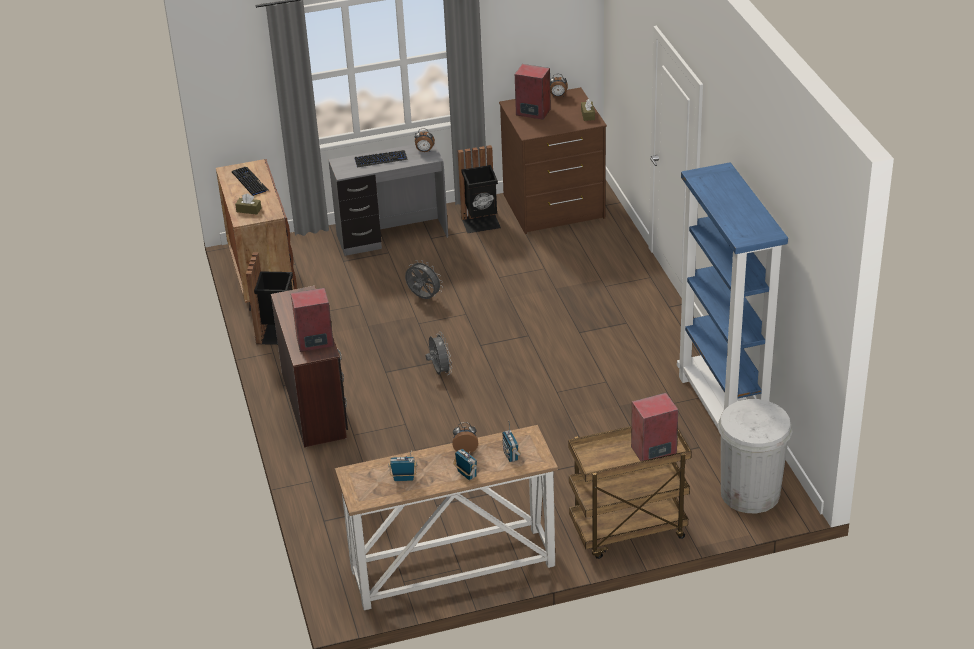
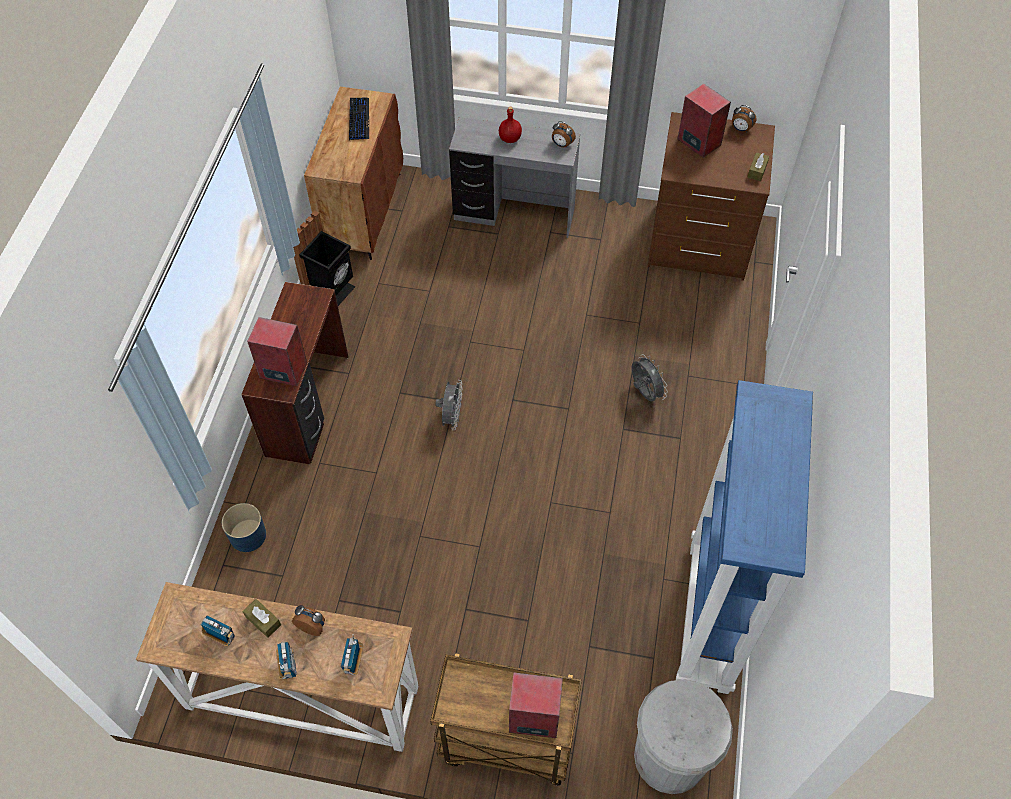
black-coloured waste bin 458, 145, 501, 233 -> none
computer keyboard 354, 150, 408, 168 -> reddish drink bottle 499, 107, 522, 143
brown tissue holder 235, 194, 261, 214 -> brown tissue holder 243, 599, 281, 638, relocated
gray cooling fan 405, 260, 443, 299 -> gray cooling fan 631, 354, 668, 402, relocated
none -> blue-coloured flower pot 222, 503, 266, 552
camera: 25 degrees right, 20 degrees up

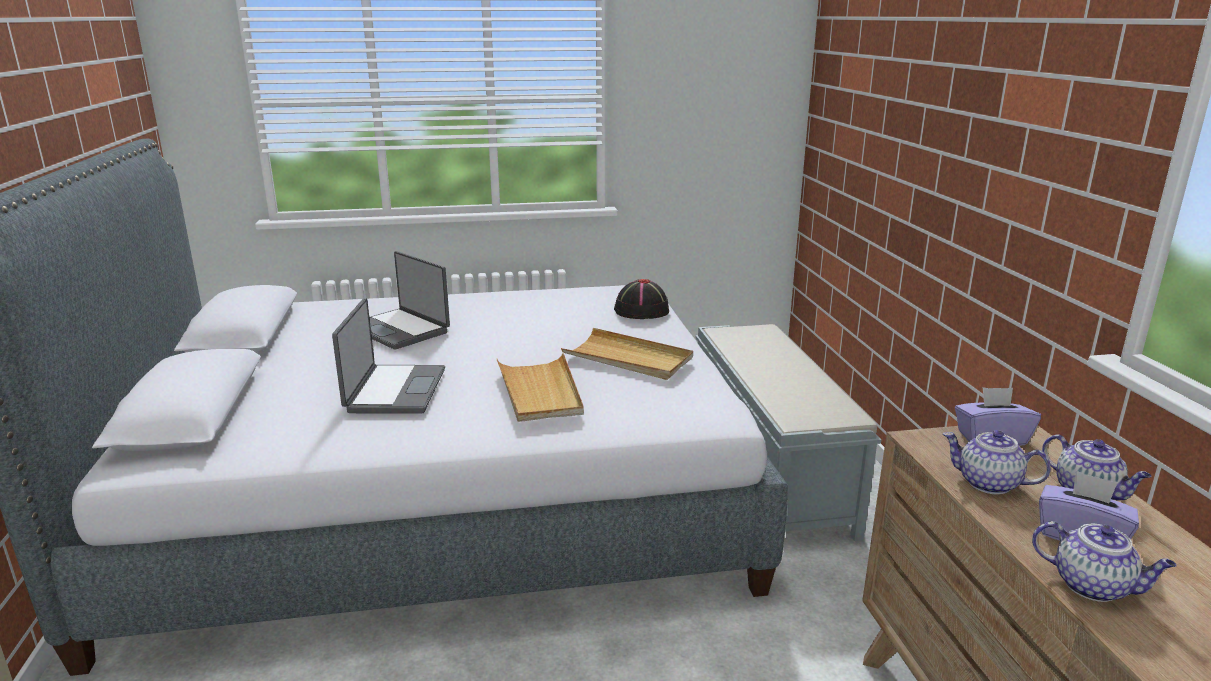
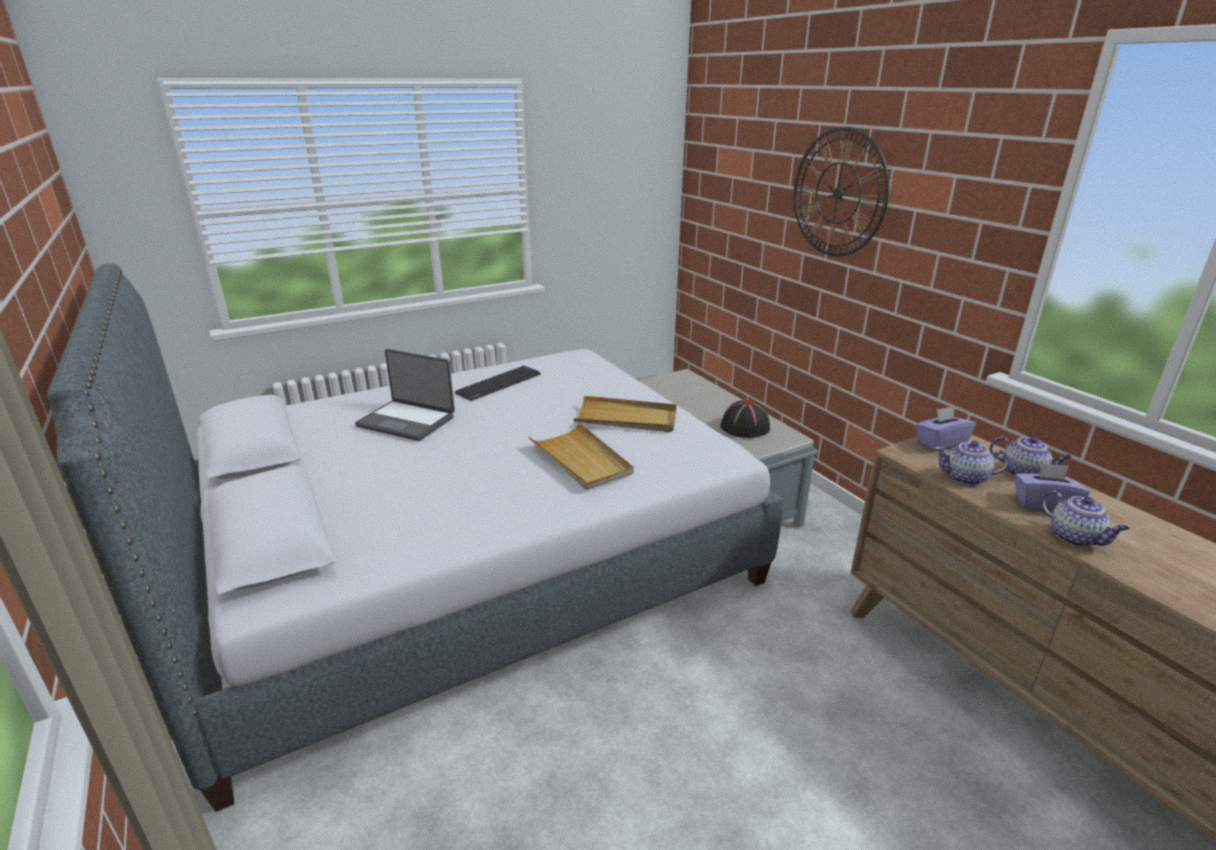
black-coloured wearable hat 614, 279, 669, 319 -> black-coloured wearable hat 720, 400, 770, 438, relocated
portable computer 332, 298, 445, 414 -> none
teapot 1032, 521, 1177, 602 -> teapot 1041, 490, 1130, 547, 45 degrees clockwise
none -> clock on the wall 794, 127, 889, 257
none -> computer keyboard 455, 366, 541, 401
camera: 20 degrees left, 5 degrees up

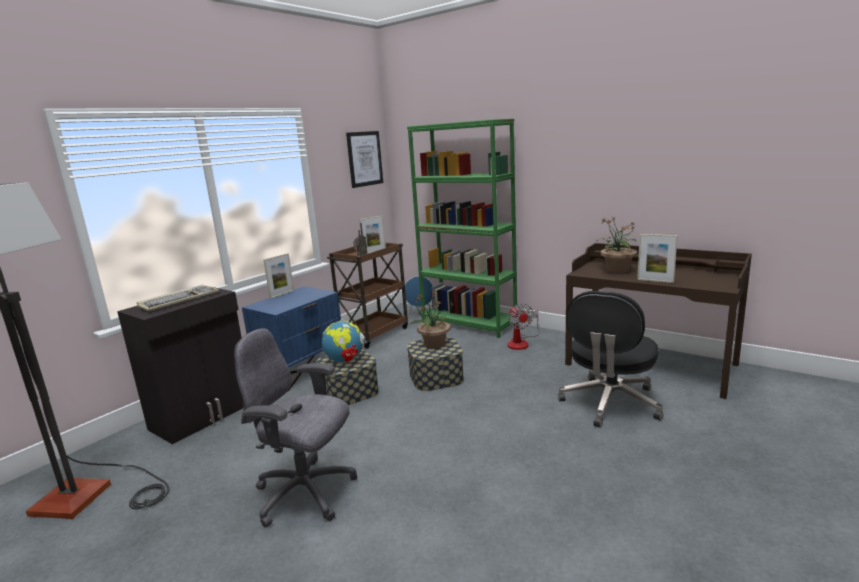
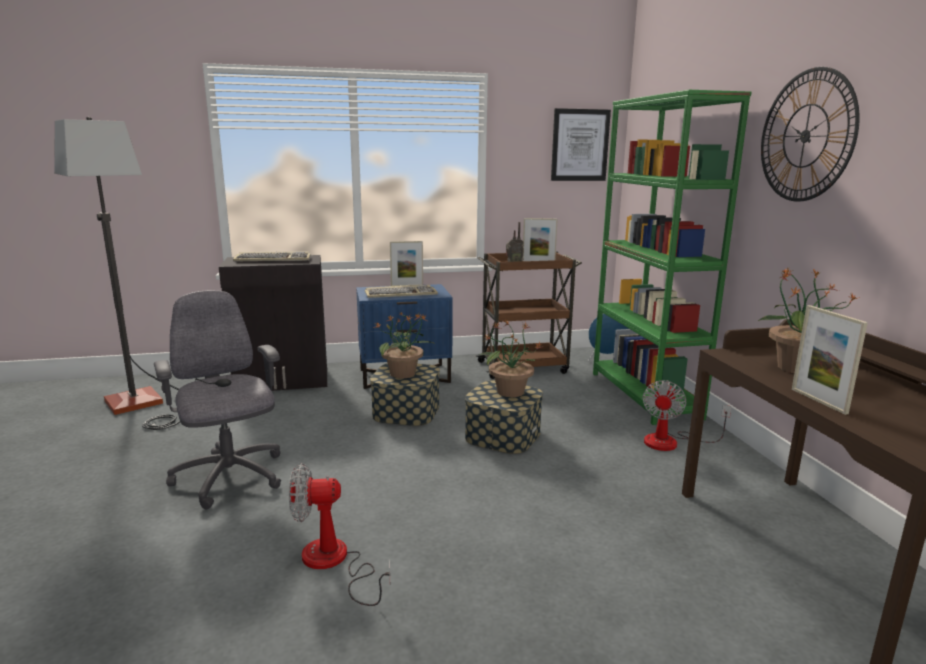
black-coloured computer chair 558, 291, 664, 428 -> none
desk globe 322, 319, 365, 363 -> plant in a pot 373, 312, 434, 378
none -> clock on the wall 761, 67, 860, 202
none -> computer keyboard 365, 285, 438, 298
none -> cooling fan 289, 463, 391, 606
camera: 40 degrees right, 0 degrees up

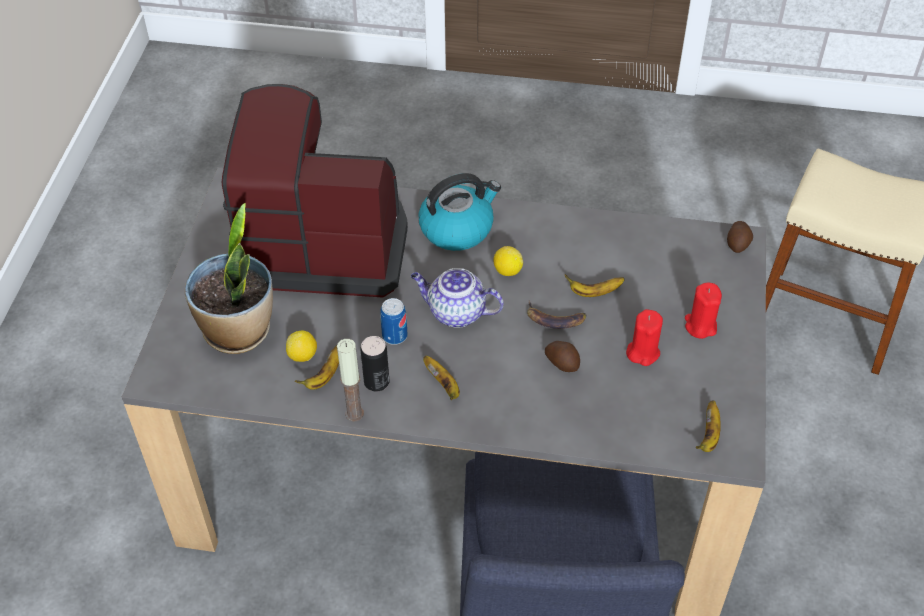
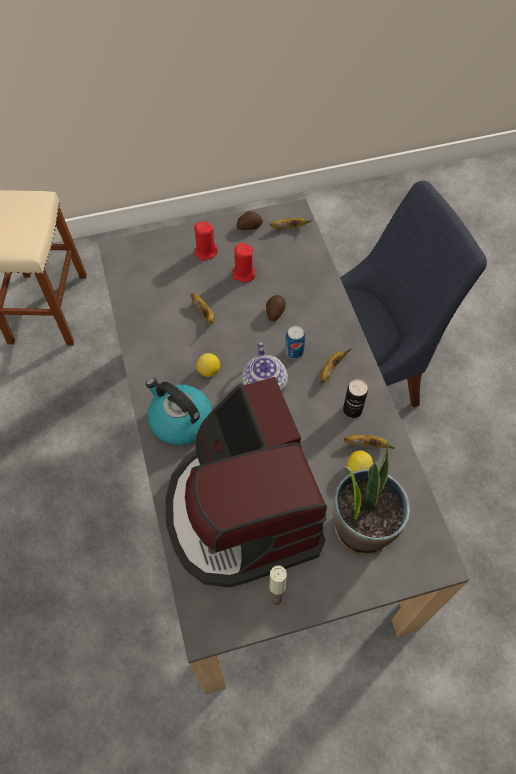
whole potato 727, 221, 753, 253 -> whole potato 237, 211, 263, 230, relocated
can 380, 298, 408, 345 -> can 285, 326, 305, 359, relocated
banana 527, 301, 587, 329 -> none
wax candle 337, 339, 364, 422 -> wax candle 268, 566, 287, 608, relocated
camera: 115 degrees left, 10 degrees up

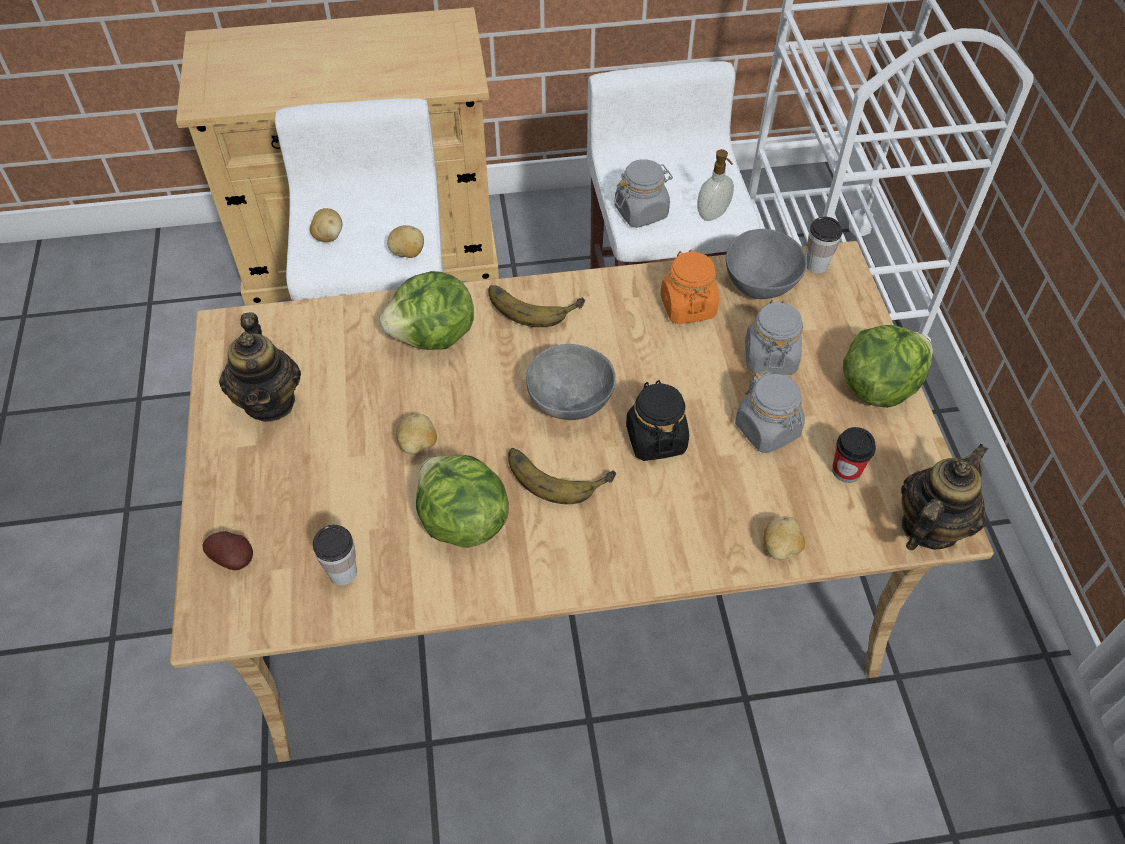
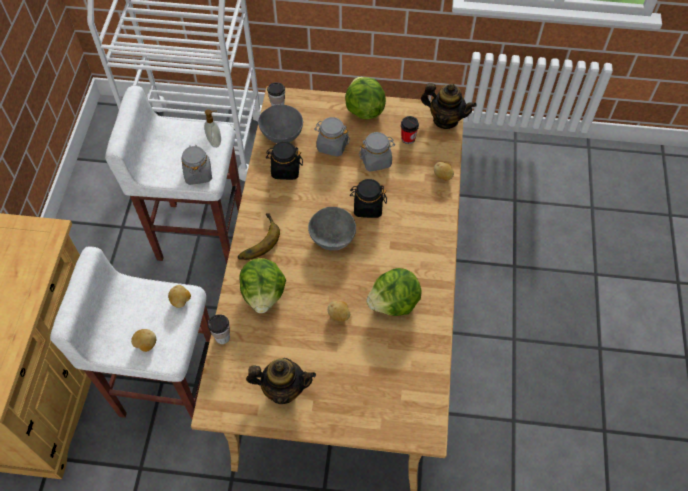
orangey storage jar 660, 250, 719, 324 -> black-coloured storage jar 266, 141, 303, 180
teapot 901, 443, 988, 550 -> teapot 421, 83, 477, 129, 150 degrees clockwise
banana 508, 448, 616, 504 -> none
drinking cup 313, 525, 357, 586 -> drinking cup 208, 314, 230, 344, relocated
whole potato 203, 531, 253, 570 -> none
camera: 75 degrees left, 5 degrees up

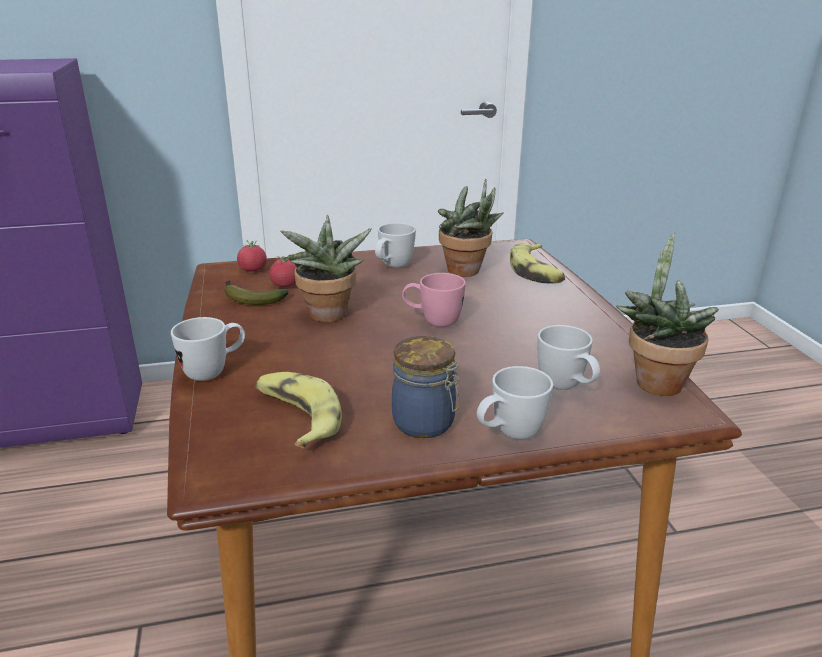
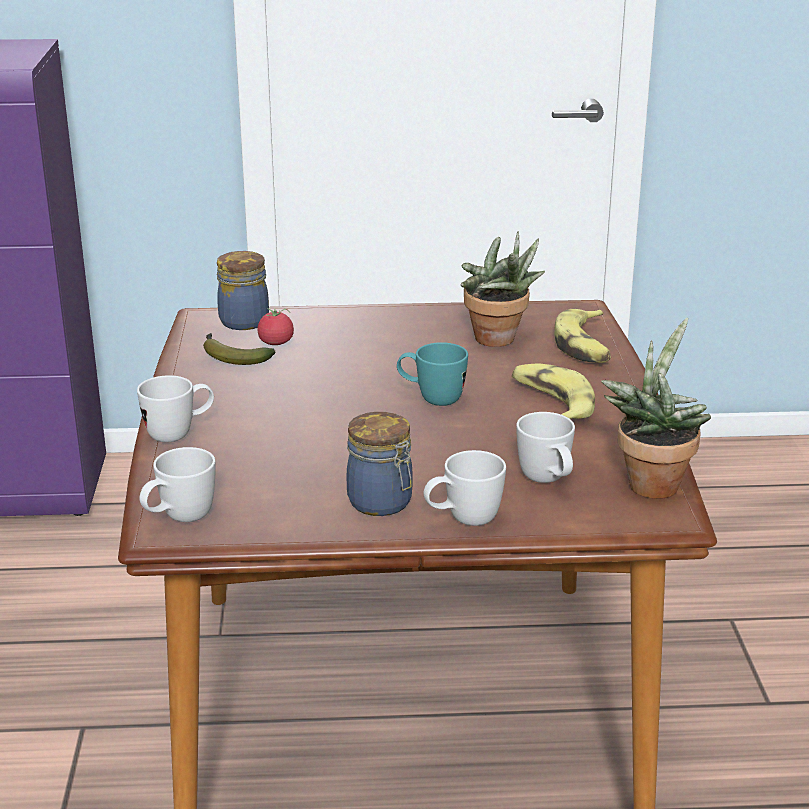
plant in a pot 280, 214, 372, 322 -> none
whitish mug 375, 223, 416, 268 -> whitish mug 139, 447, 216, 522, relocated
tomato 237, 239, 267, 272 -> storage jar 217, 251, 269, 330
pink-coloured mug 402, 273, 466, 327 -> turquoise-coloured mug 397, 342, 468, 406
banana 256, 372, 341, 448 -> banana 512, 364, 595, 419, relocated
camera: 10 degrees right, 0 degrees up

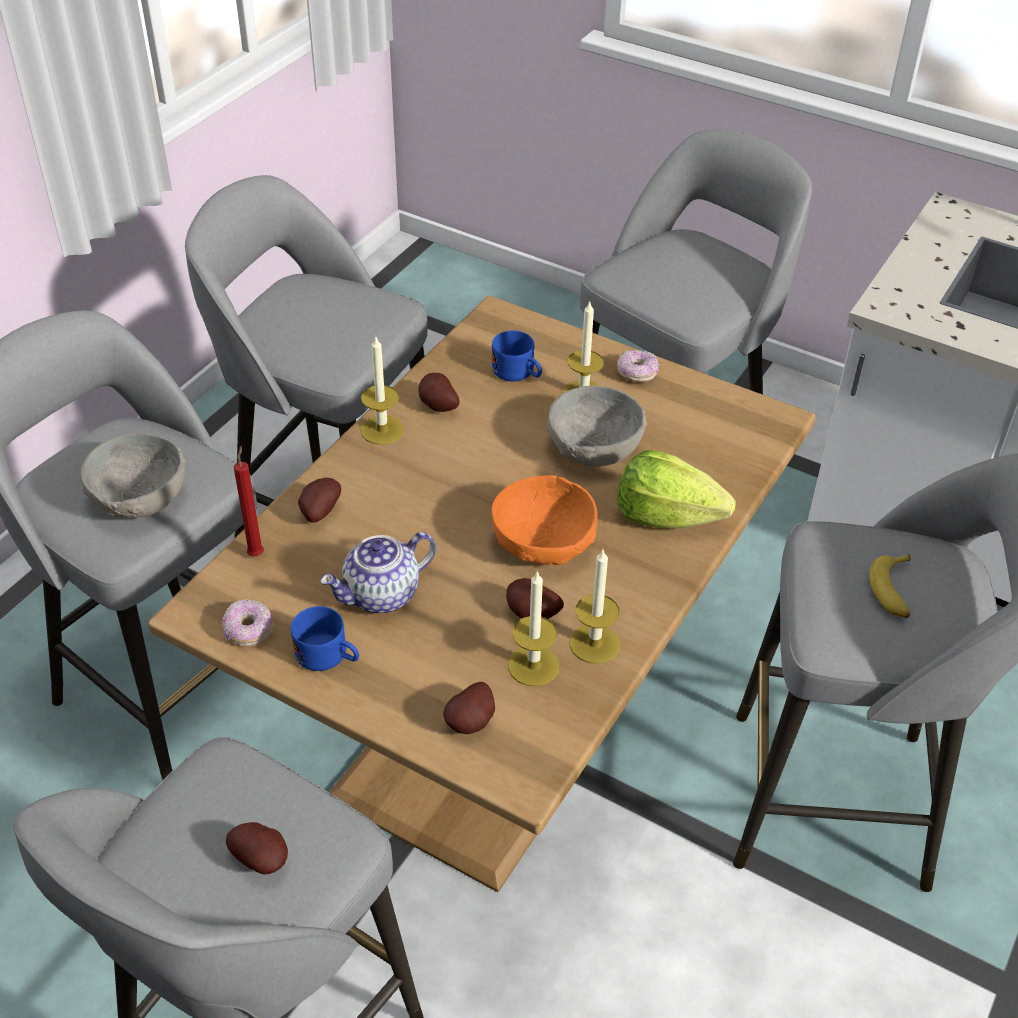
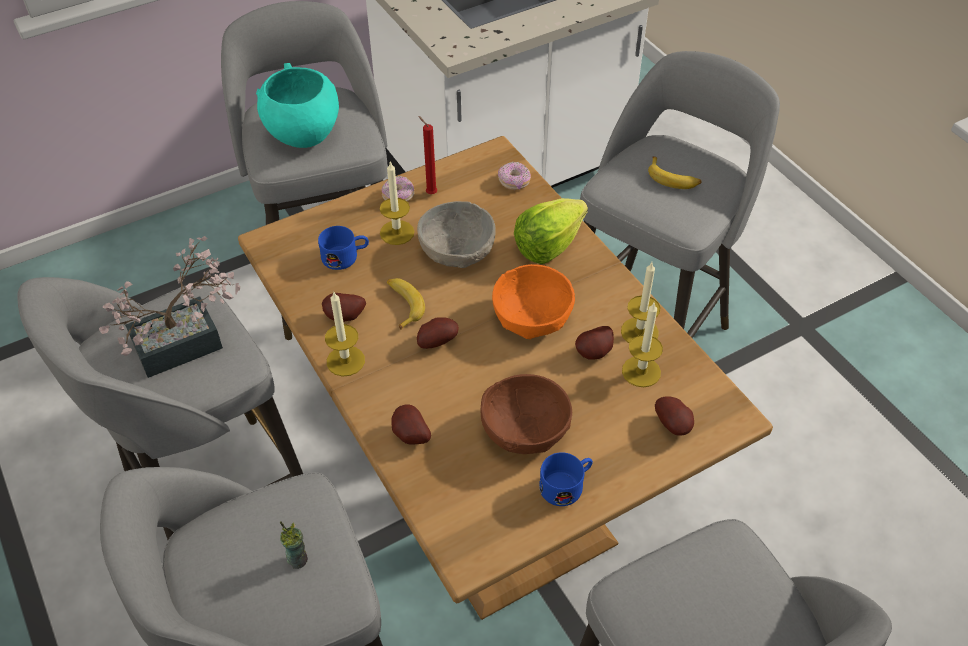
gray bowl 81, 433, 186, 518 -> drinking cup 280, 521, 308, 569
reddish wax candle 234, 445, 264, 557 -> reddish wax candle 418, 116, 437, 194, relocated
teapot 320, 532, 436, 613 -> brown bowl 481, 374, 572, 454
ring doughnut 222, 599, 273, 646 -> ring doughnut 498, 162, 531, 190, relocated
whole potato 226, 822, 288, 874 -> whole potato 417, 317, 459, 349, relocated
none -> turquoise-coloured bowl 256, 63, 339, 148
none -> plant in a pot 99, 236, 240, 378
none -> banana 387, 278, 425, 330
camera: 60 degrees left, 5 degrees up

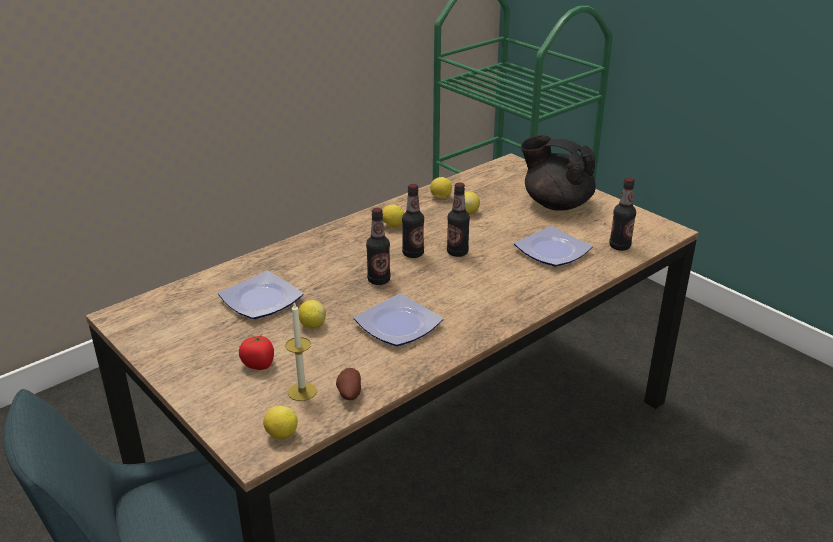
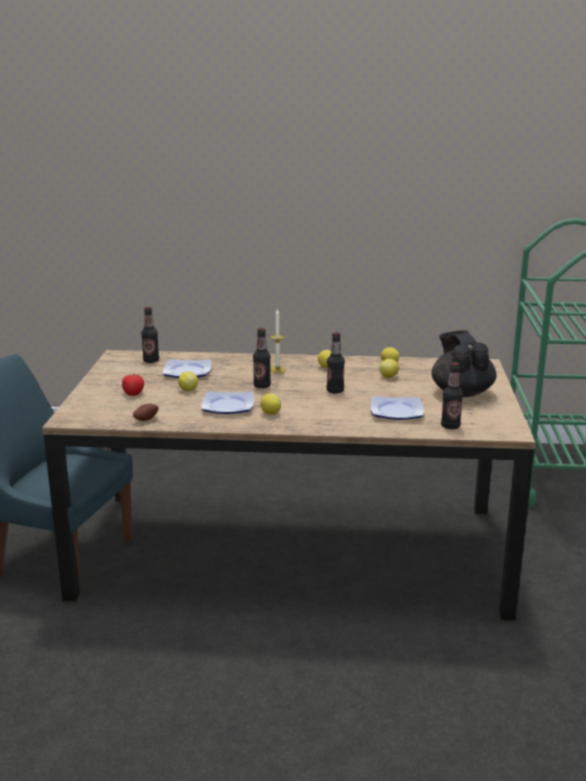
drink bottle 402, 184, 424, 258 -> drink bottle 141, 307, 159, 363, relocated
wax candle 285, 302, 317, 401 -> wax candle 270, 309, 286, 373, relocated
lemon 263, 406, 298, 440 -> lemon 260, 393, 281, 415, relocated
camera: 45 degrees right, 10 degrees down

